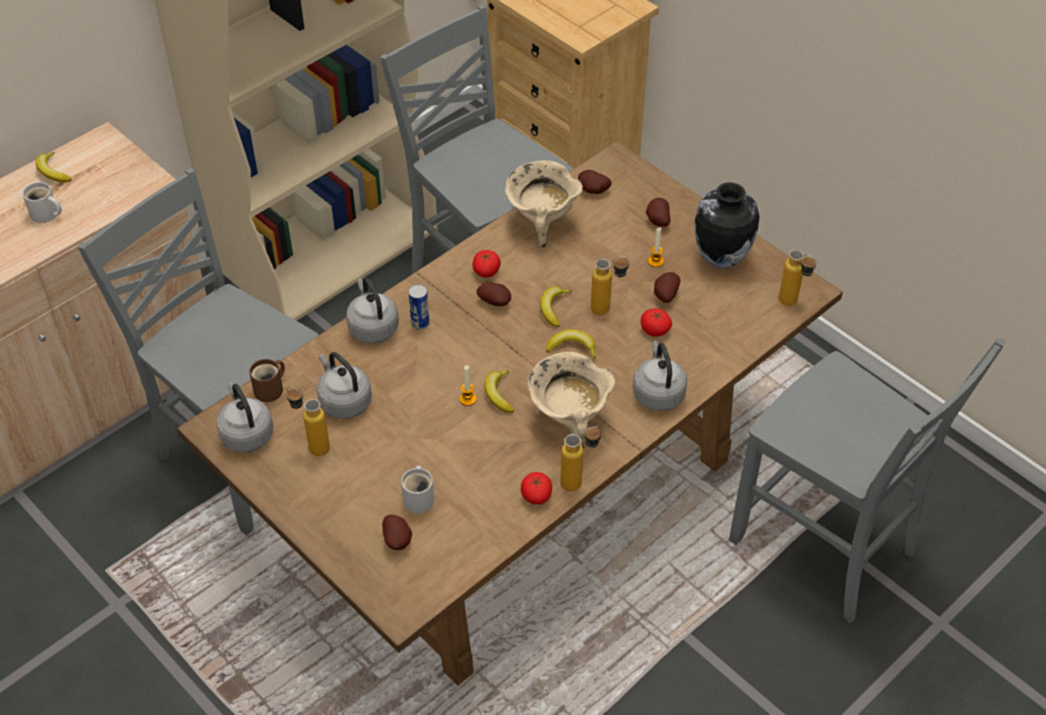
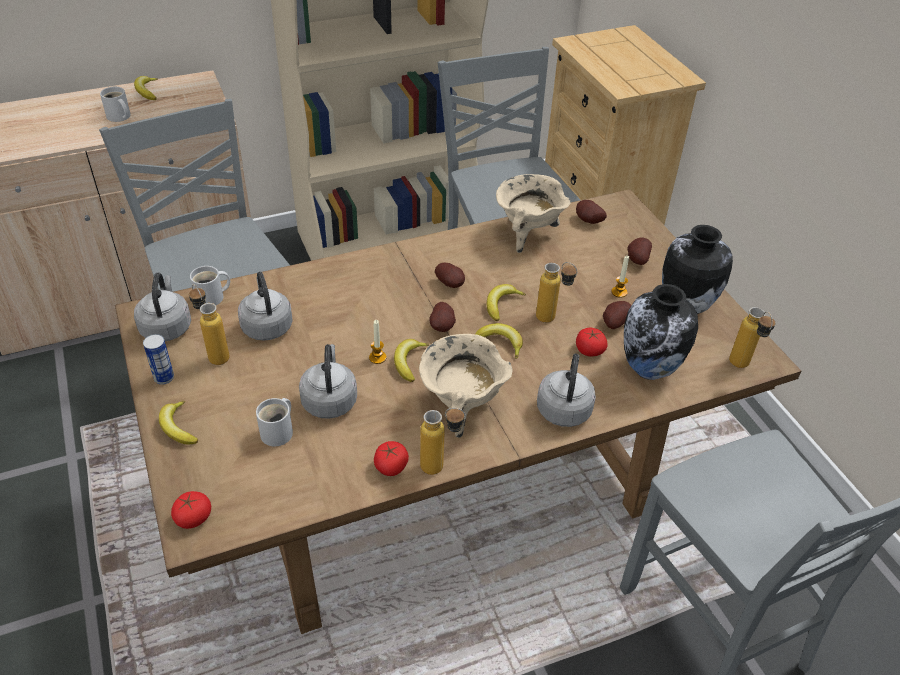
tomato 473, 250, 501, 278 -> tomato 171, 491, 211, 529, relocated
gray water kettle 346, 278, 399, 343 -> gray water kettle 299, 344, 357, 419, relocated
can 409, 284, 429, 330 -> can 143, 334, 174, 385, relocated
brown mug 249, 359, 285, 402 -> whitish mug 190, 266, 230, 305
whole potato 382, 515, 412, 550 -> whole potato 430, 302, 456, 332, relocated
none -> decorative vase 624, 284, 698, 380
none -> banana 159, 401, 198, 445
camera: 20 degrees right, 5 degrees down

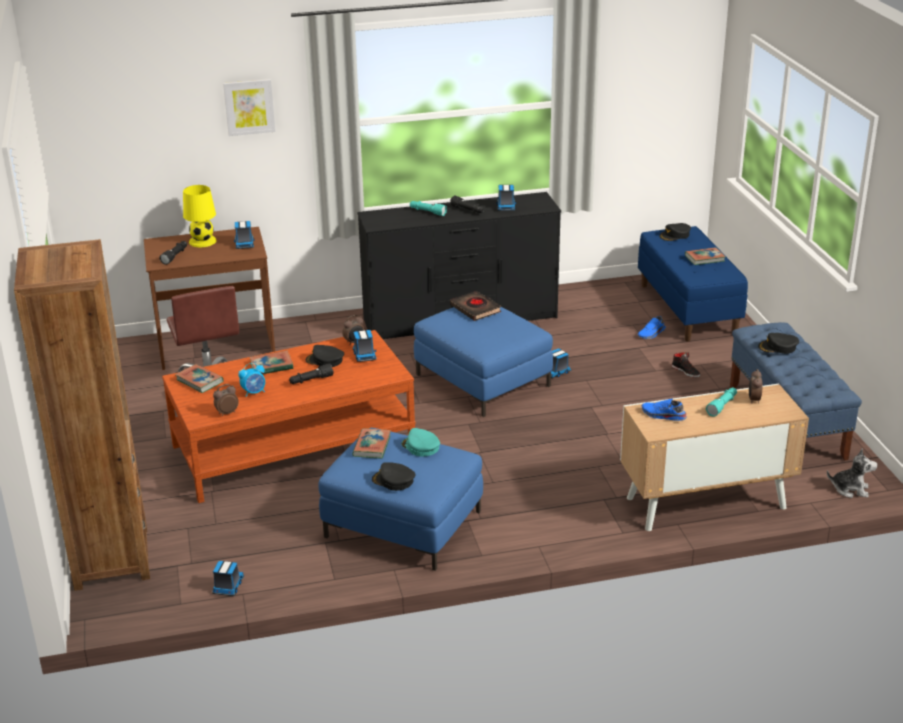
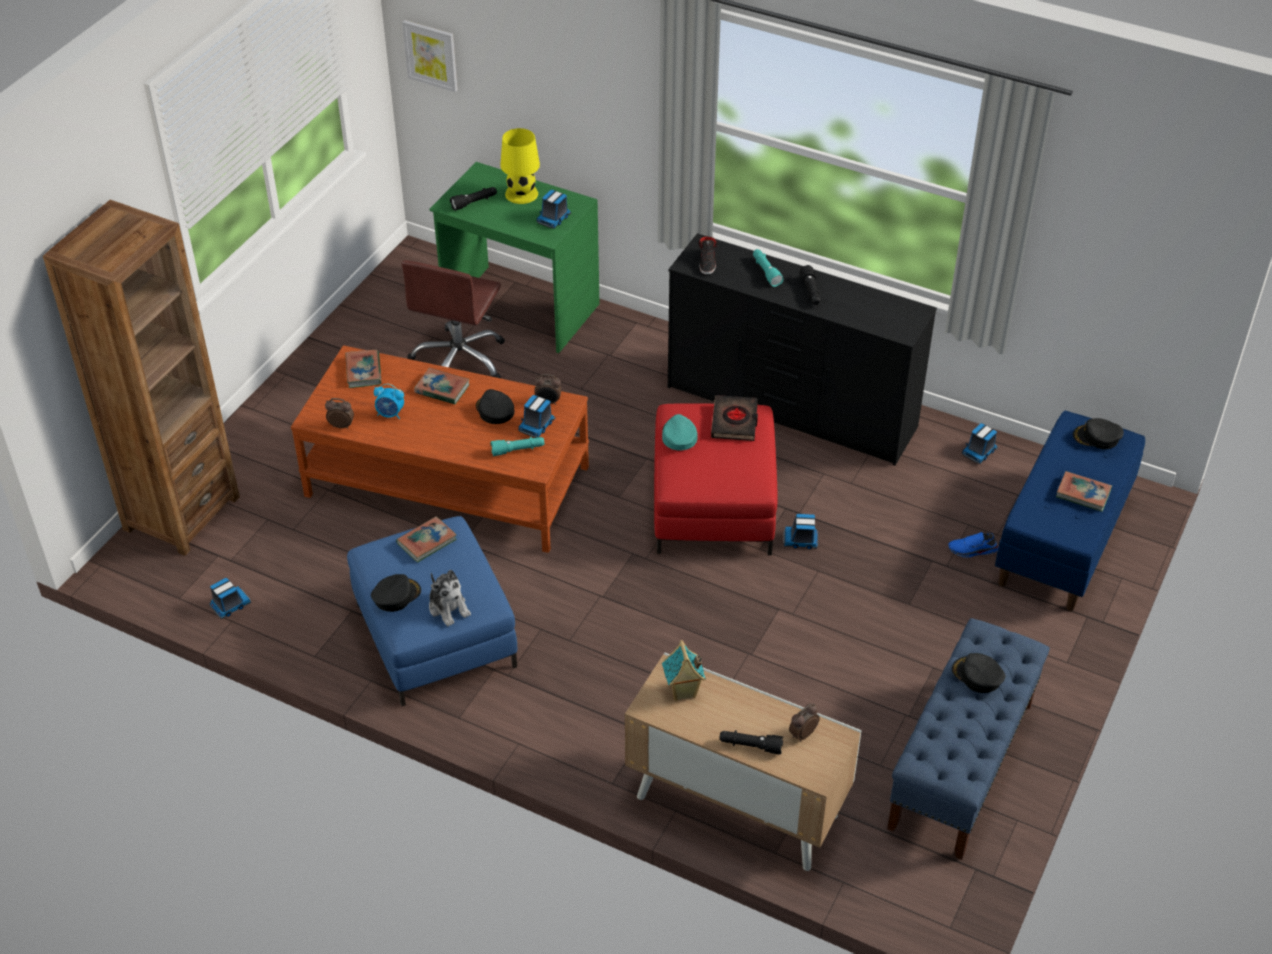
wall art 223, 79, 275, 136 -> wall art 402, 20, 458, 92, relocated
toy truck 496, 185, 516, 211 -> toy truck 962, 423, 998, 464, relocated
brown desk table 144, 227, 275, 370 -> green-coloured desk table 429, 162, 599, 353
blue-coloured ottoman 414, 307, 553, 417 -> reddish ottoman 654, 403, 778, 556
black-coloured low shoe 672, 352, 700, 378 -> black-coloured low shoe 698, 236, 718, 275, relocated
black-coloured flashlight 289, 363, 334, 384 -> black-coloured flashlight 719, 730, 783, 755, relocated
turquoise-coloured flashlight 706, 388, 737, 416 -> turquoise-coloured flashlight 491, 436, 545, 456, relocated
blue-coloured low shoe 642, 399, 687, 421 -> toy house 662, 640, 706, 701
turquoise-coloured cap 401, 428, 440, 456 -> turquoise-coloured cap 662, 414, 697, 450, relocated
plush toy 827, 449, 878, 498 -> plush toy 429, 570, 471, 626, relocated
black-coloured cap 372, 462, 415, 491 -> black-coloured cap 371, 574, 421, 612, 75 degrees clockwise
camera: 40 degrees right, 15 degrees up

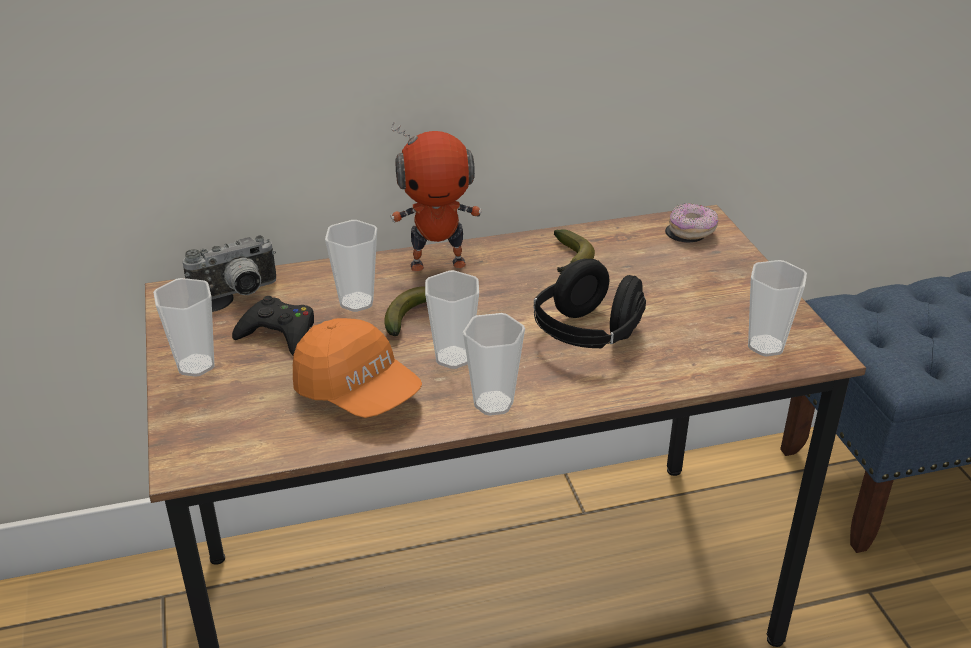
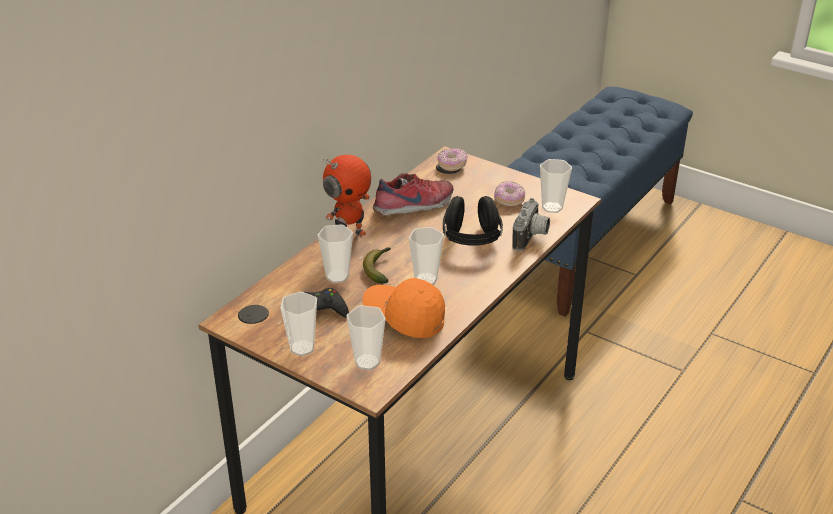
banana 554, 229, 595, 274 -> low shoe 373, 173, 453, 216
still camera 183, 235, 276, 299 -> still camera 512, 198, 550, 251, relocated
drinking cup 463, 313, 525, 416 -> drinking cup 346, 305, 386, 370, relocated
orangey cap 293, 318, 422, 418 -> orangey cap 363, 278, 445, 338, 150 degrees counterclockwise
none -> ring doughnut 494, 181, 525, 207
camera: 40 degrees left, 0 degrees up

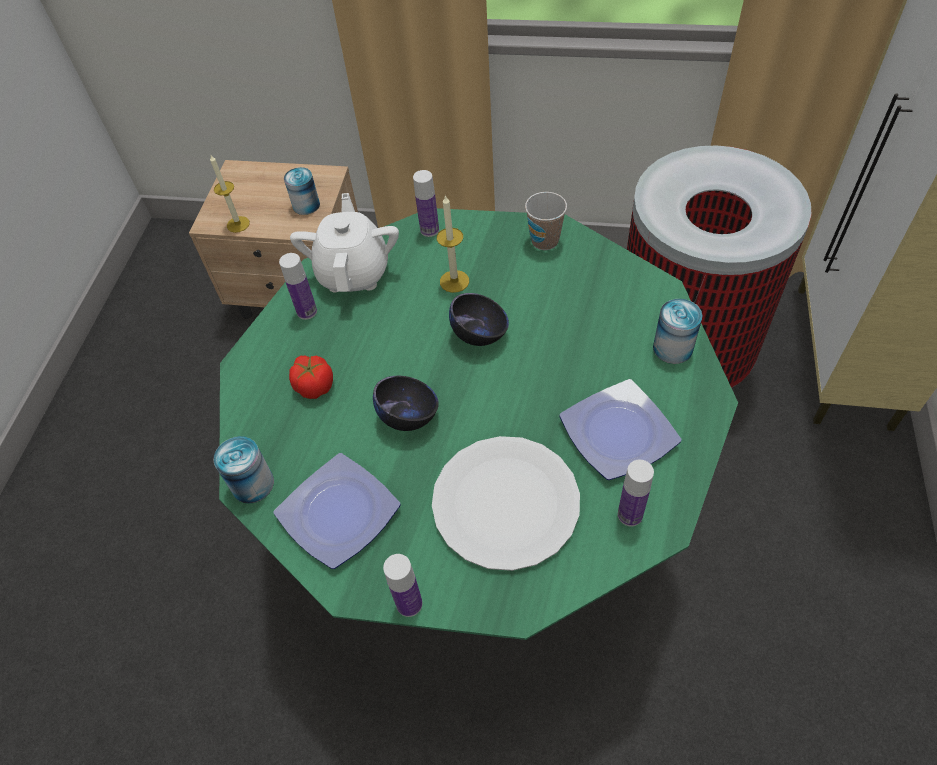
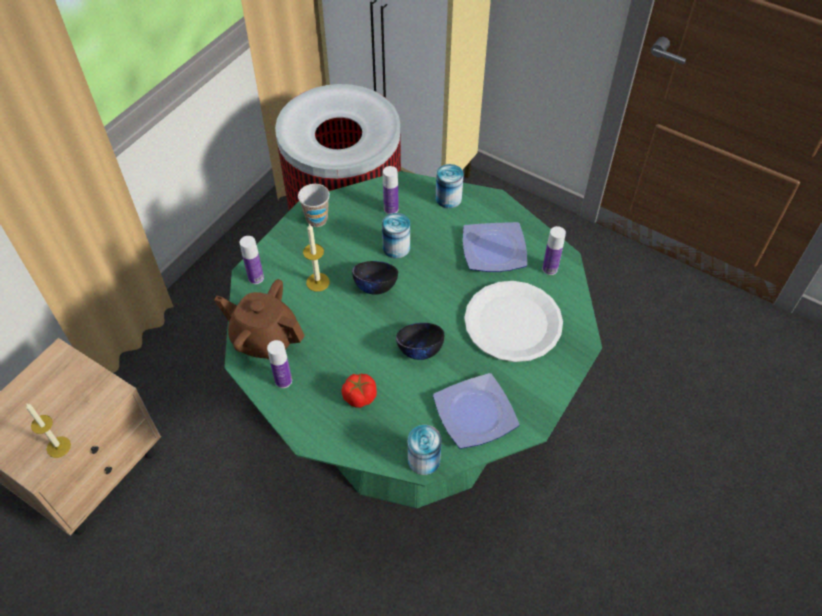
can 284, 167, 320, 215 -> can 382, 213, 410, 259, relocated
whitish teapot 290, 193, 399, 292 -> brown teapot 214, 279, 305, 360
drink bottle 383, 554, 422, 617 -> drink bottle 383, 166, 399, 214, relocated
camera: 70 degrees left, 0 degrees up

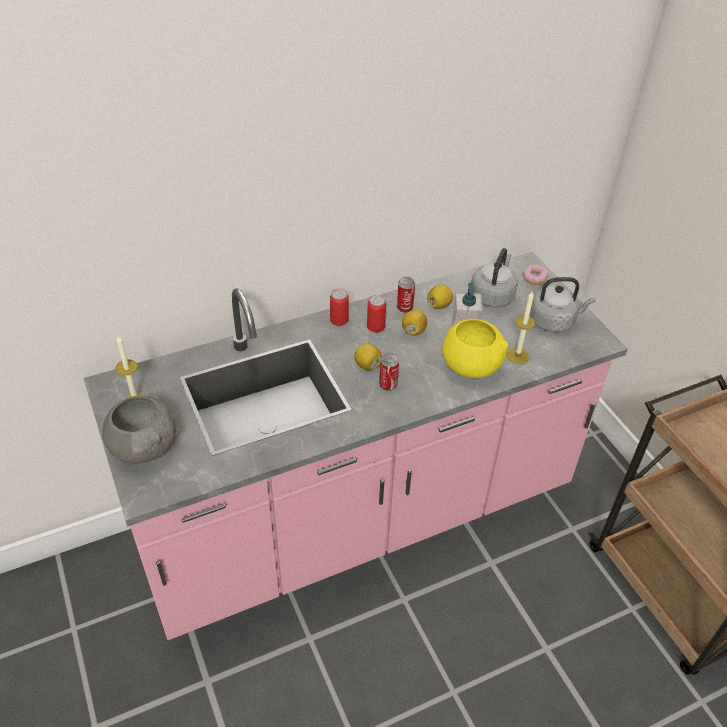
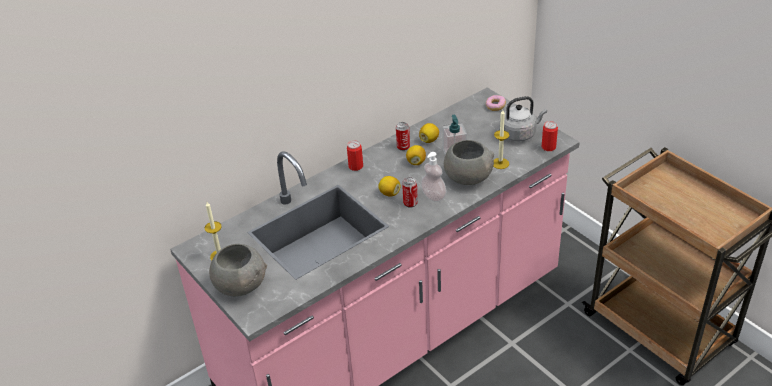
gray water kettle 471, 248, 518, 308 -> none
can 367, 295, 386, 332 -> can 541, 121, 558, 151, relocated
yellowish bowl 442, 319, 509, 378 -> gray bowl 444, 140, 494, 185
none -> soap dispenser 421, 152, 446, 202
camera: 10 degrees left, 5 degrees down

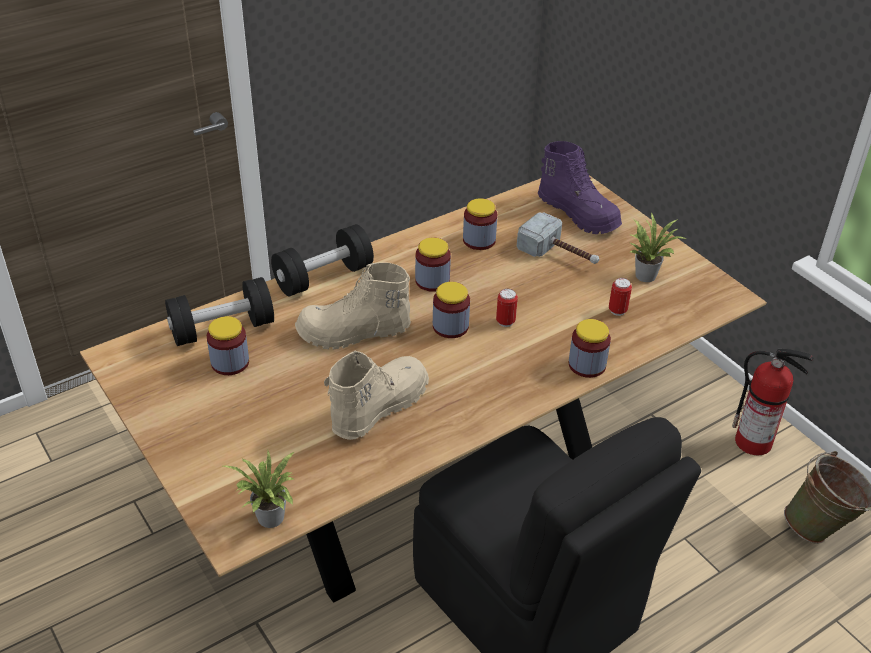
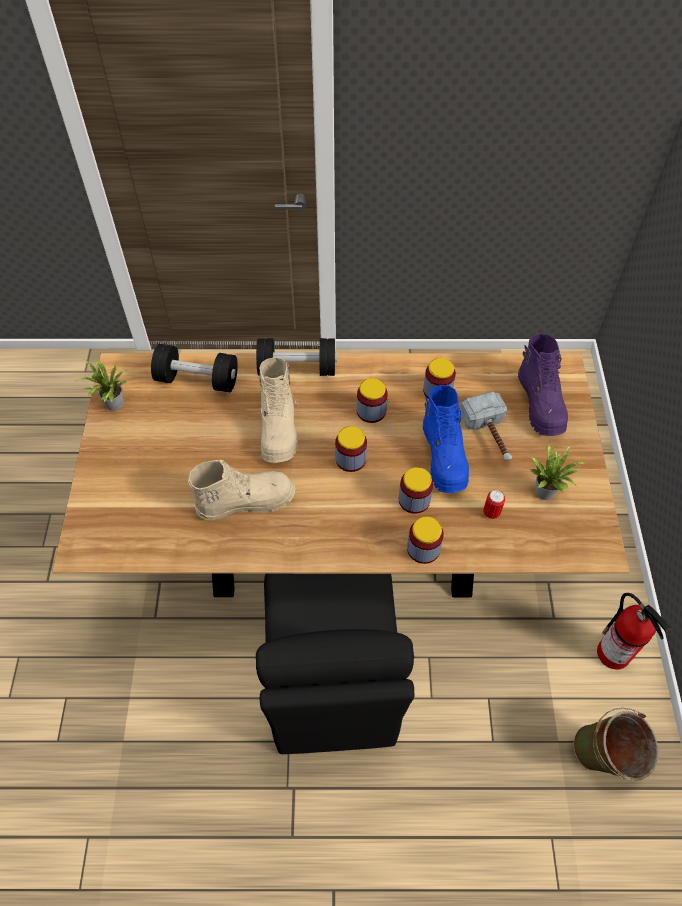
beige tall boot 295, 262, 411, 349 -> beige tall boot 259, 357, 298, 463, 120 degrees counterclockwise
can 496, 289, 518, 327 -> none
storage jar 207, 316, 249, 375 -> storage jar 399, 467, 433, 514, relocated
plant in a pot 223, 451, 294, 528 -> plant in a pot 76, 358, 128, 411, relocated
none -> blue-coloured tall boot 423, 385, 469, 493
camera: 35 degrees right, 15 degrees up

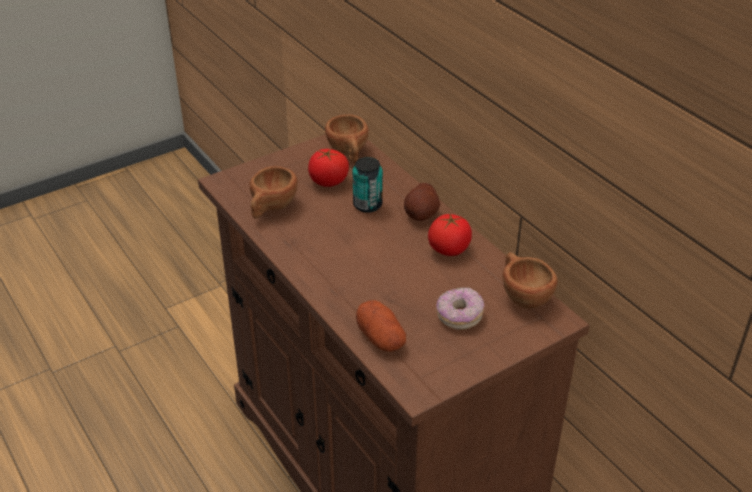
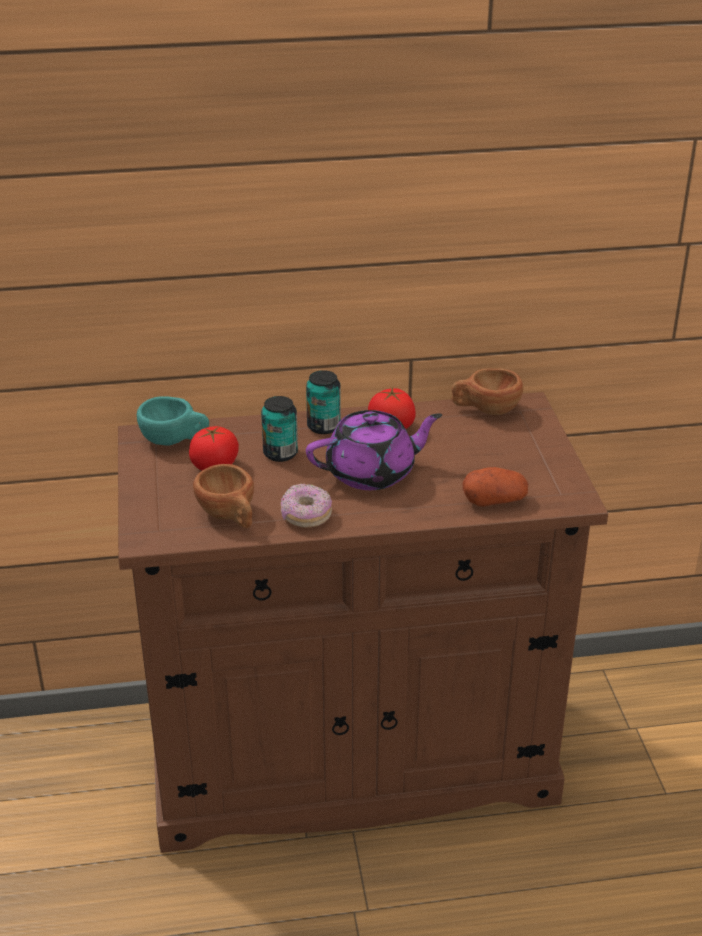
brown drinking cup 325, 115, 369, 164 -> turquoise-coloured drinking cup 137, 396, 209, 446
whole potato 404, 183, 440, 221 -> can 306, 370, 341, 434
ring doughnut 436, 288, 484, 330 -> ring doughnut 280, 484, 332, 527, relocated
none -> purplish teapot 306, 410, 442, 490
camera: 65 degrees left, 5 degrees down

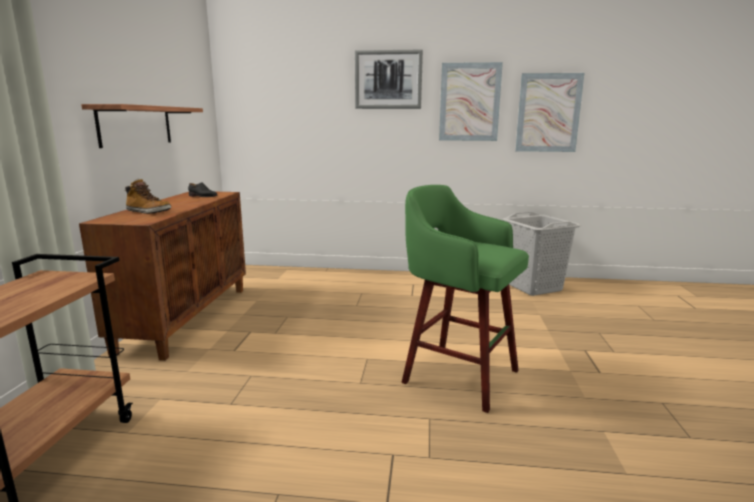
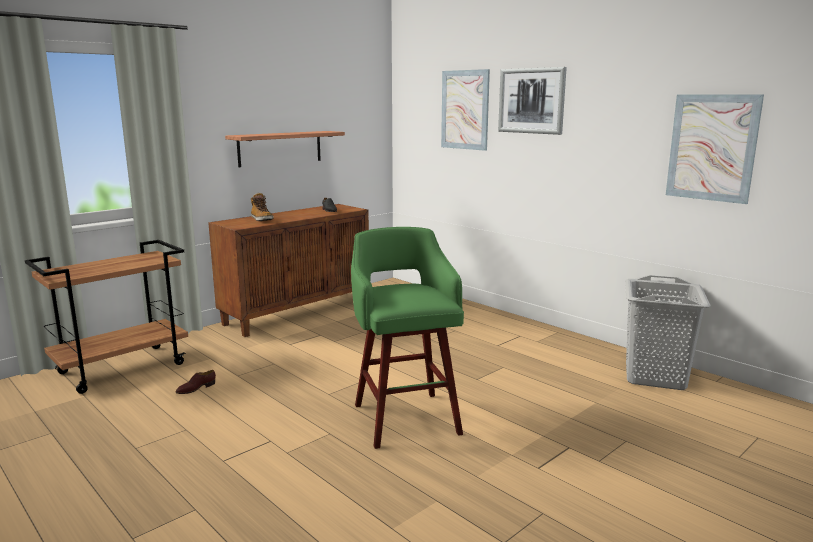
wall art 439, 62, 503, 141 -> wall art 441, 69, 490, 151, relocated
none -> brown low shoe 176, 370, 216, 394
camera: 40 degrees right, 0 degrees up

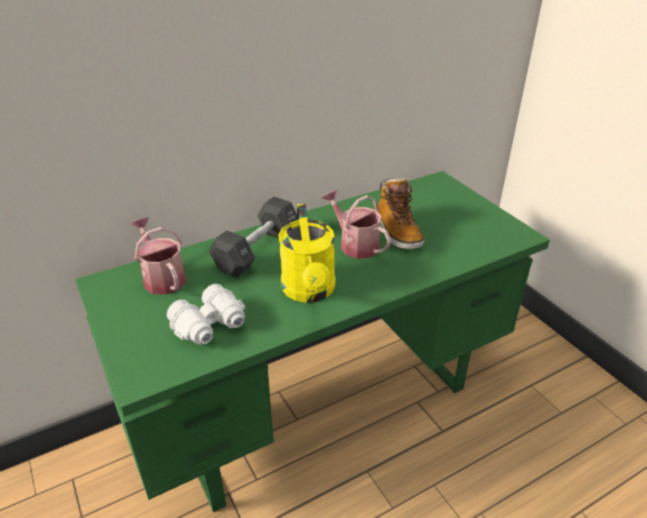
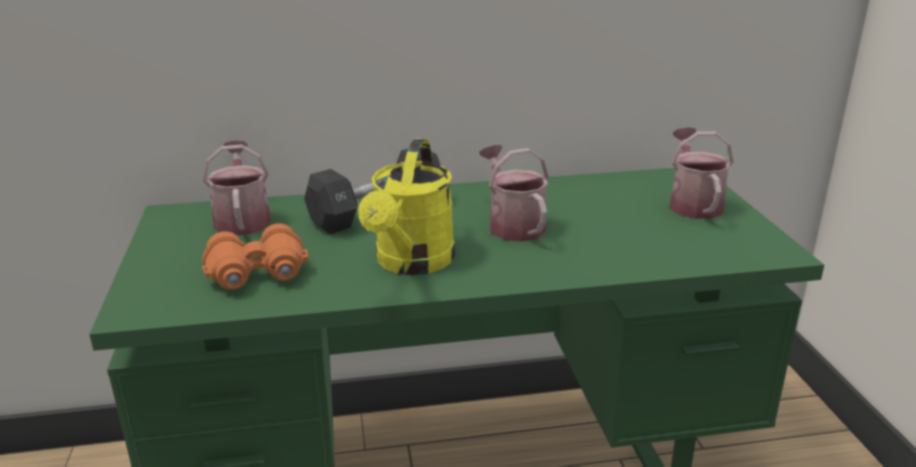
tall boot 378, 178, 425, 249 -> none
whitish field glasses 167, 284, 245, 345 -> orangey field glasses 202, 223, 308, 290
none -> watering can 669, 127, 734, 219
camera: 20 degrees right, 10 degrees down

